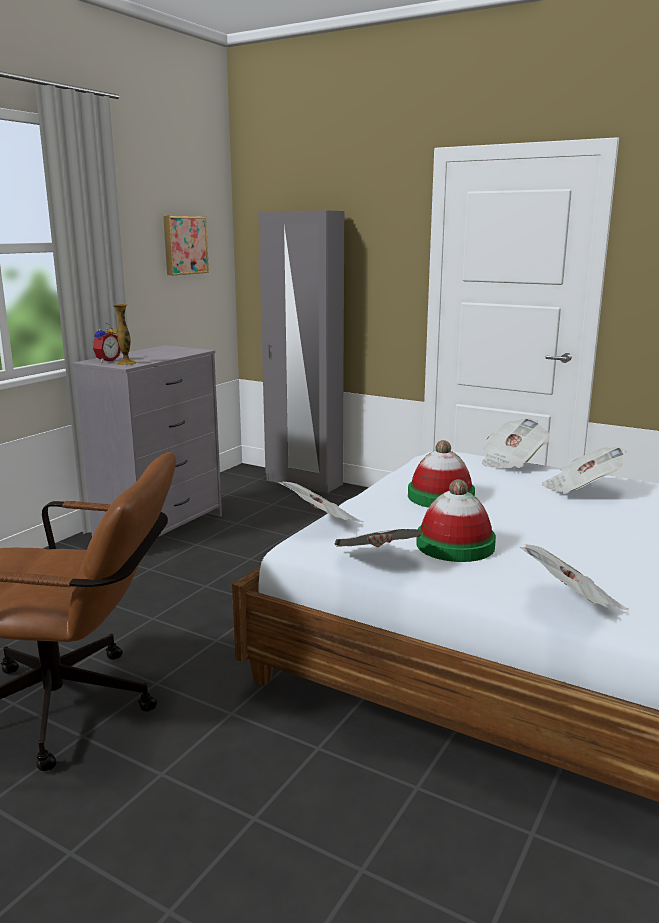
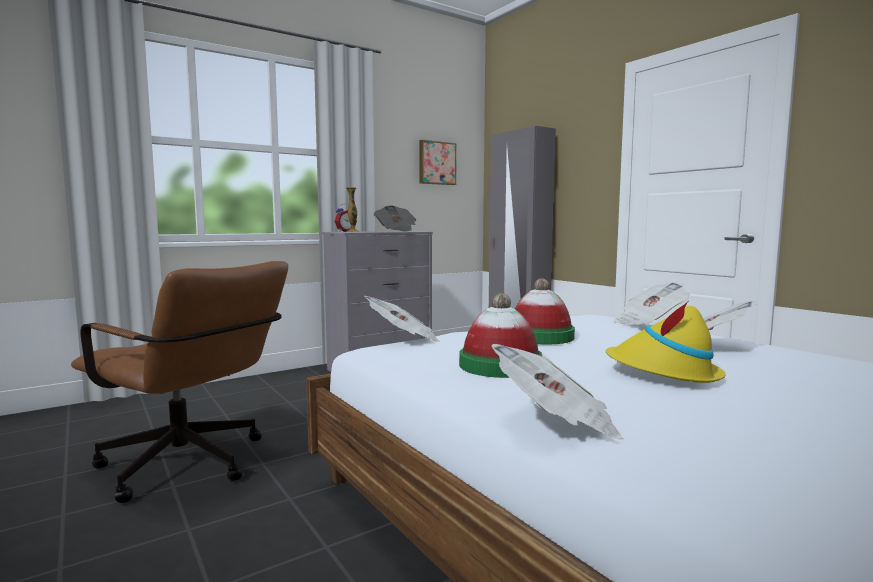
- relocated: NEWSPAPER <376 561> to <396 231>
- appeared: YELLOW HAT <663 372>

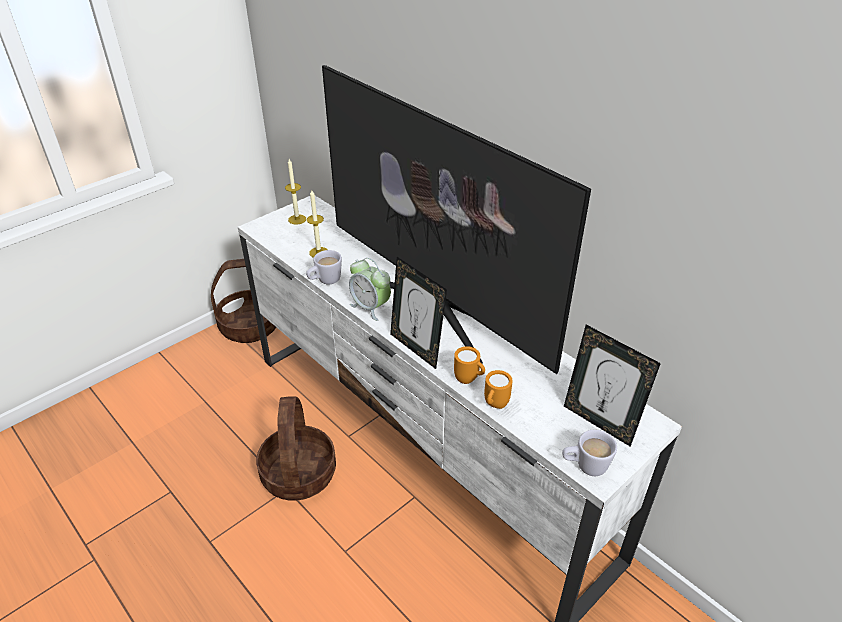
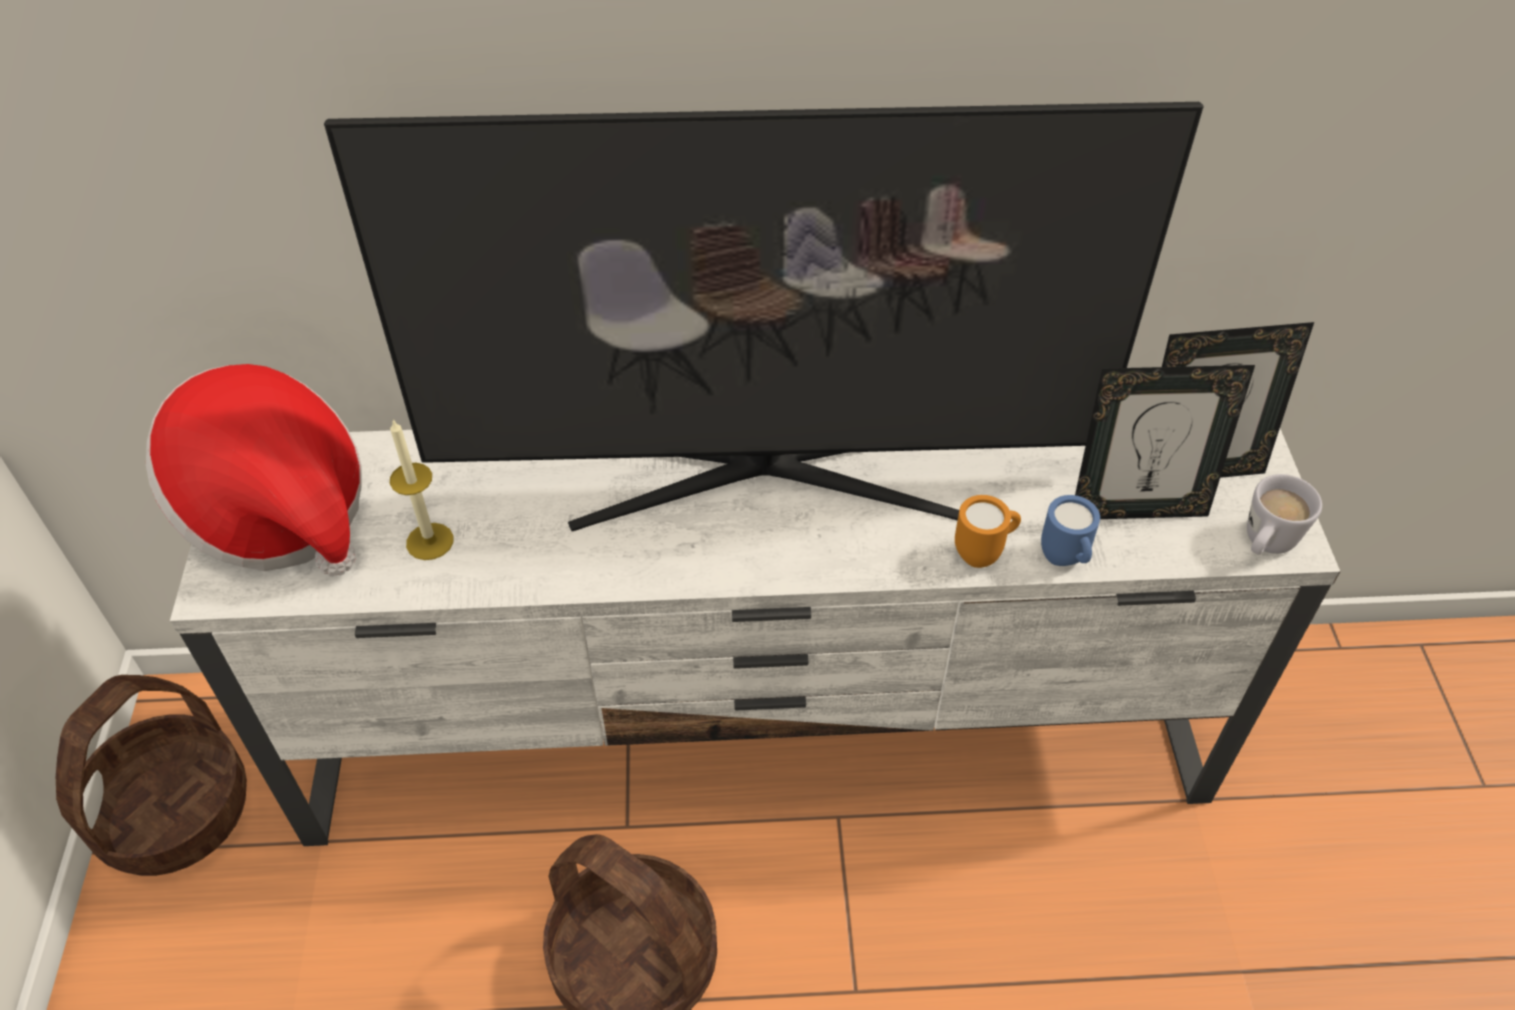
- exchanged: CANDLE <297 219> to HAT <277 510>
- colour: ORANGE MUG <494 405> to BLUE MUG <1065 560>
- relocated: PICTURE FRAME <416 348> to <1136 509>
- missing: WHITE MUG <325 281>
- missing: ALARM CLOCK <370 307>

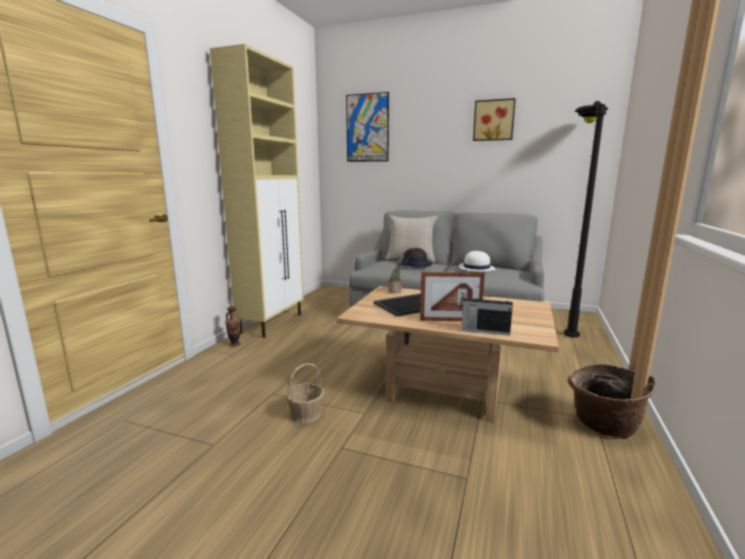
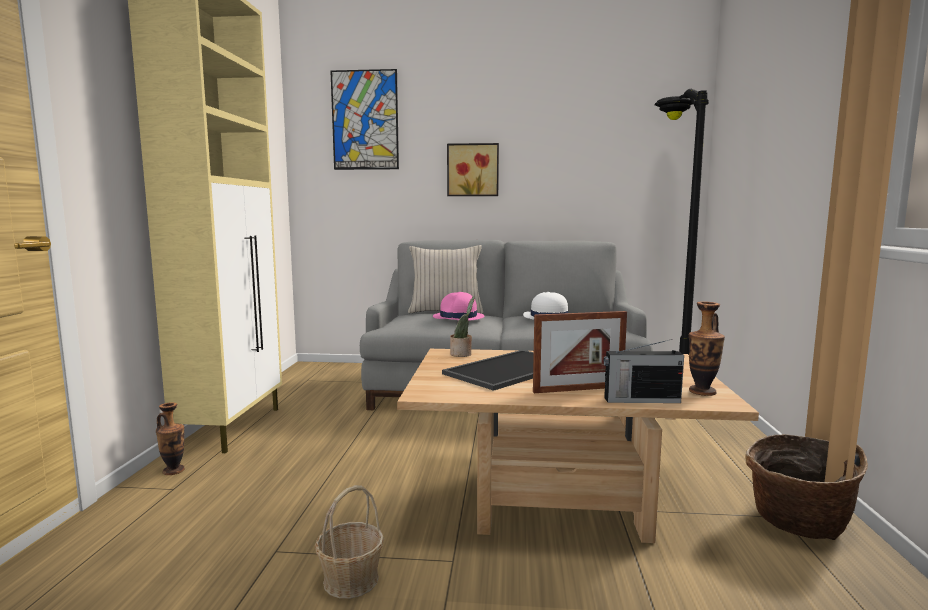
- colour: BLACK HAT <414 265> to PINK HAT <458 317>
- relocated: PICTURE <493 120> to <473 170>
- appeared: VASE <702 392>

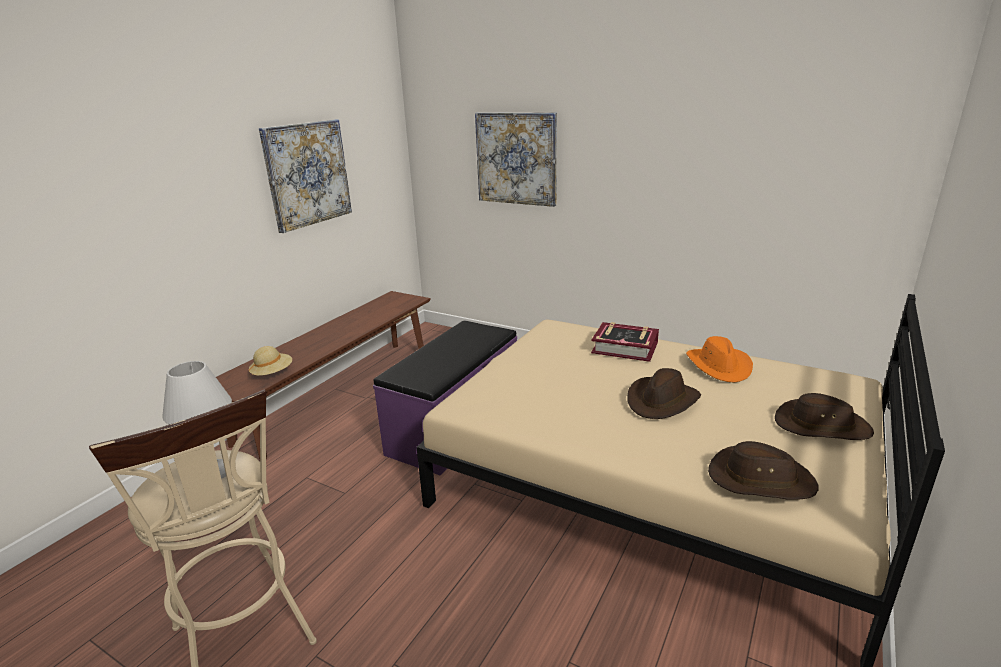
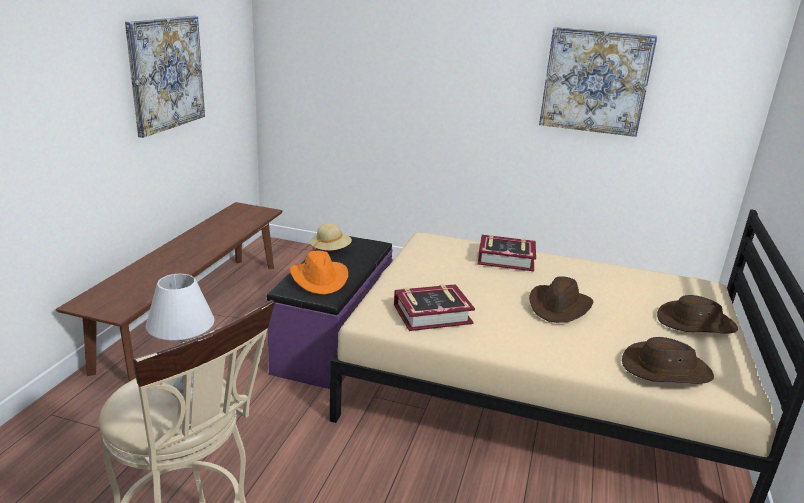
- relocated: ORANGE HAT <719 366> to <319 279>
- relocated: BEIGE HAT <272 373> to <330 250>
- appeared: BOOK <432 314>
- relocated: PICTURE <516 158> to <595 81>

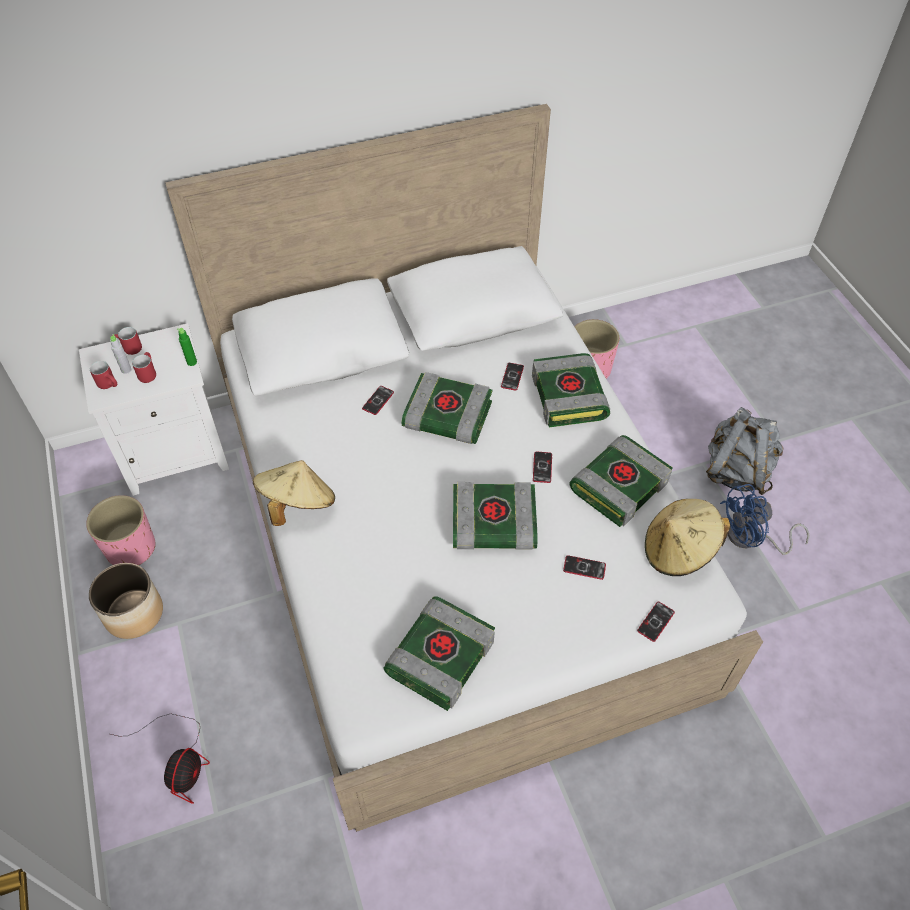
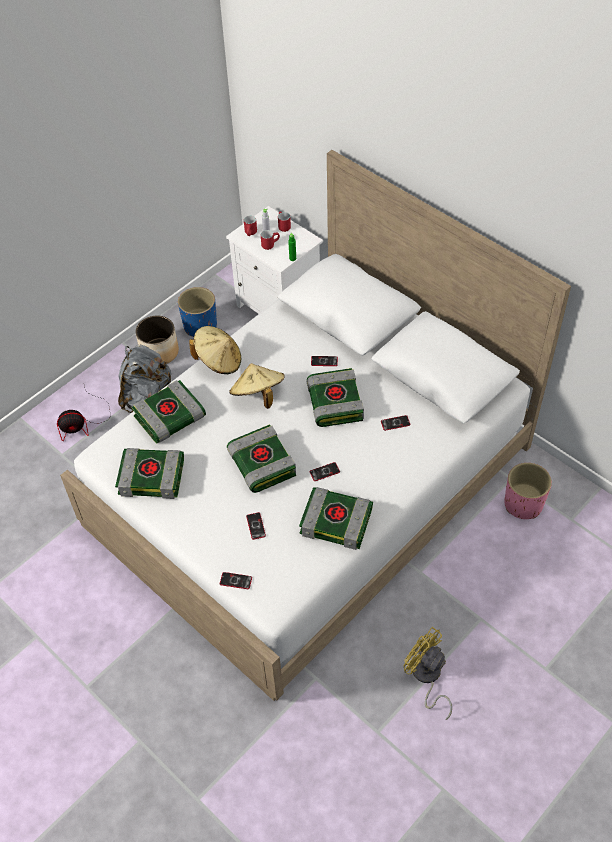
- relocated: GREY BACKPACK <736 471> to <146 396>
- relocated: BOOK <570 397> to <169 418>
- colour: PINK PLANTER <131 548> to BLUE PLANTER <200 326>
- relocated: BEIGE HAT <678 551> to <258 396>
- colour: BLUE FAN <751 538> to YELLOW FAN <426 677>

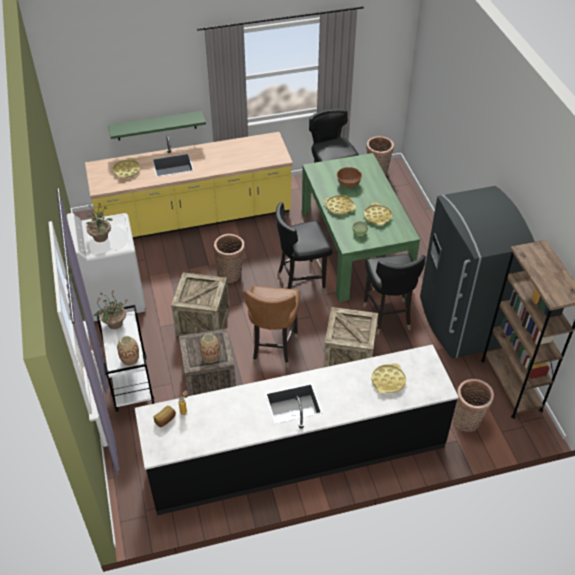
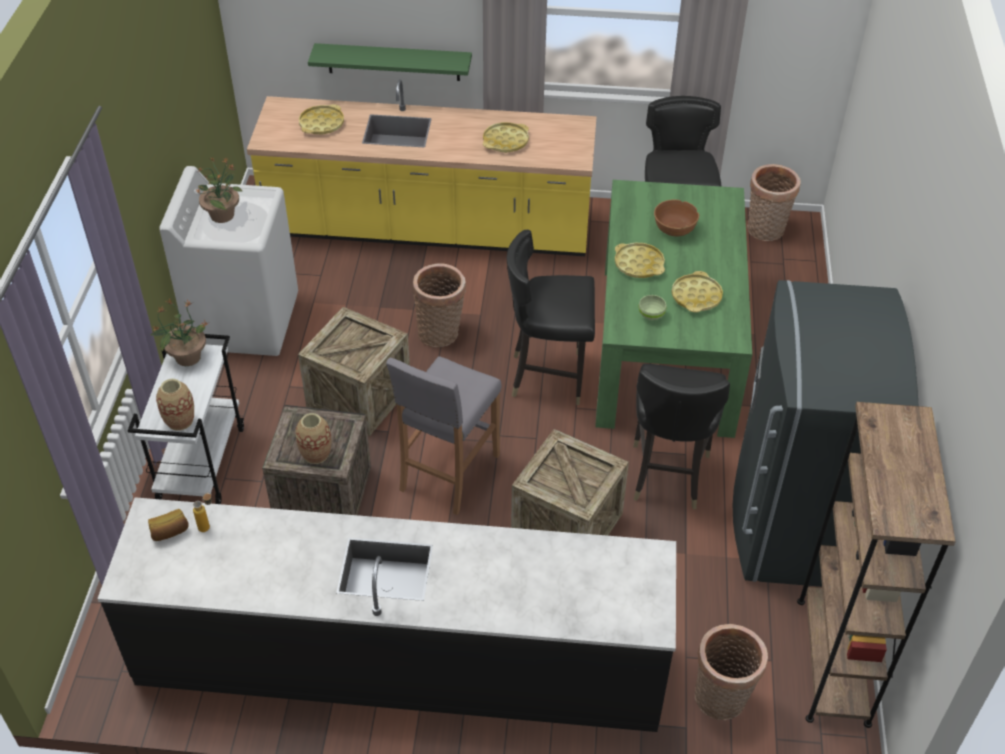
- exchanged: BROWN CHAIR <273 348> to GREY STOOL <448 473>
- relocated: YELLOW TRAY <388 381> to <505 141>

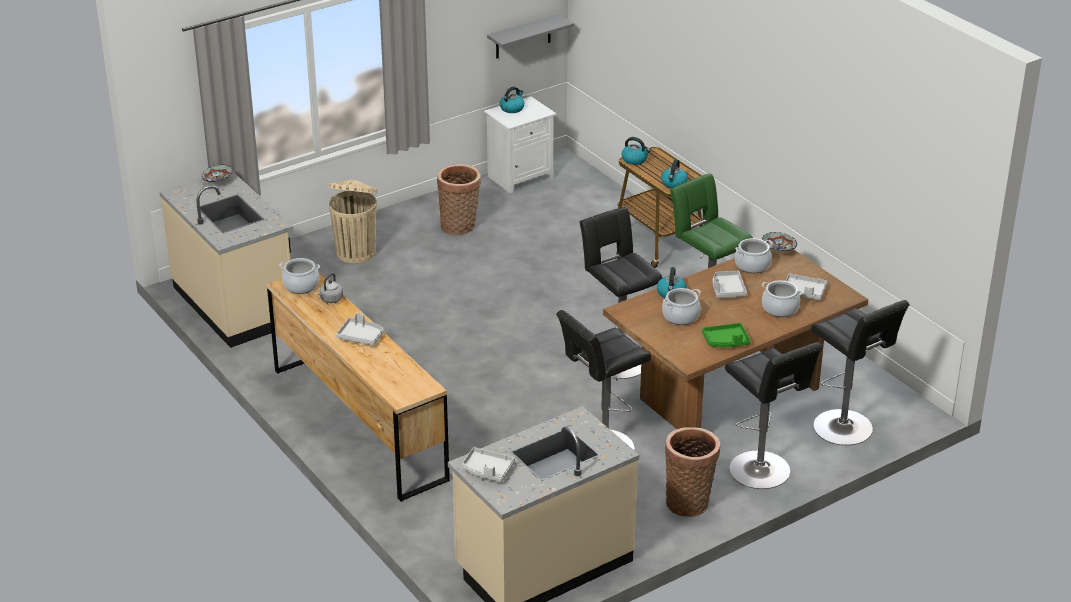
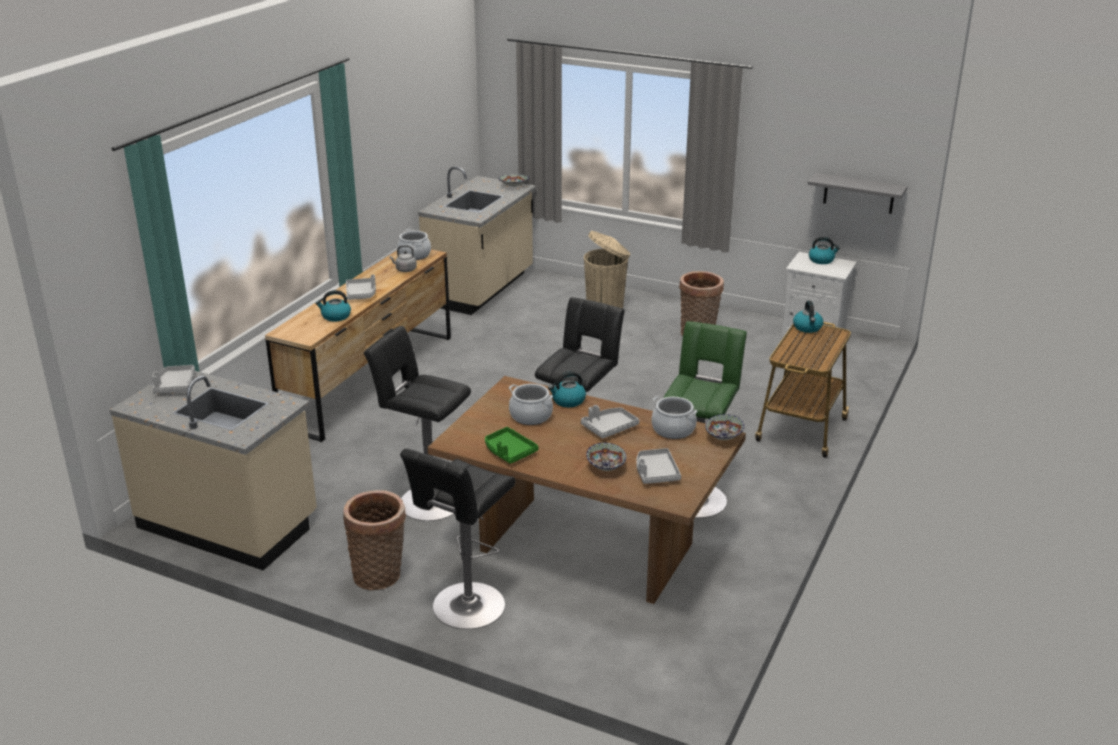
- relocated: KETTLE <674 183> to <335 316>
- exchanged: COOKING POT <780 309> to BOWL <605 467>
- missing: BLACK STOOL <846 429>

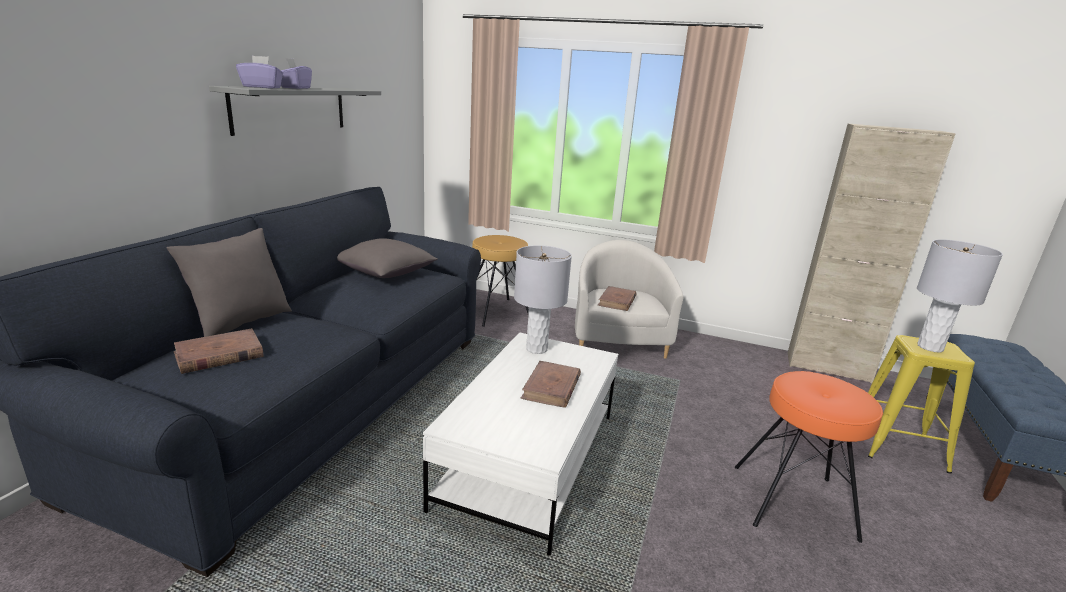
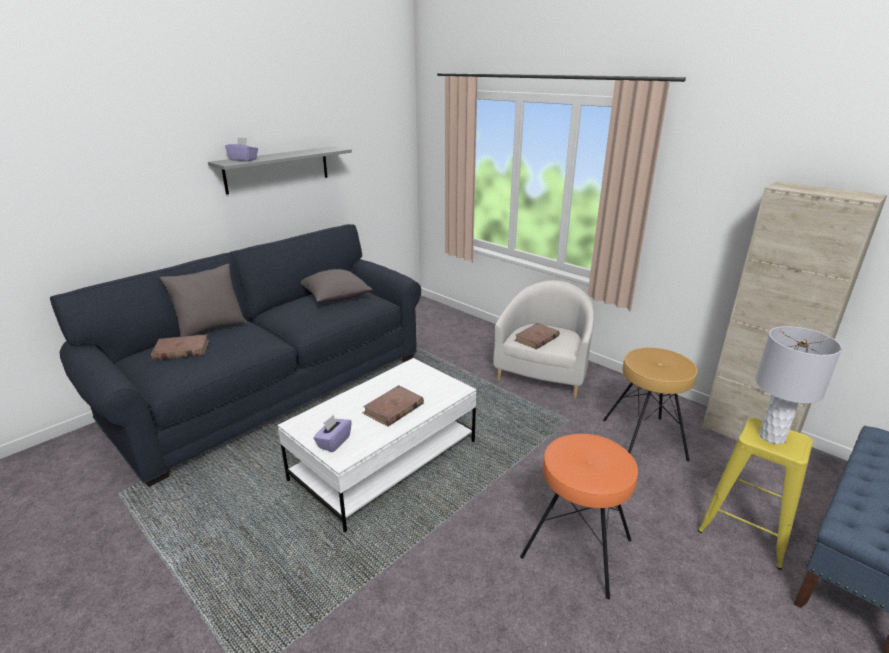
- relocated: PURPLE TISSUE BOX <295 88> to <333 442>
- relocated: BROWN STOOL <497 312> to <644 439>
- missing: GREY TABLE LAMP <537 349>

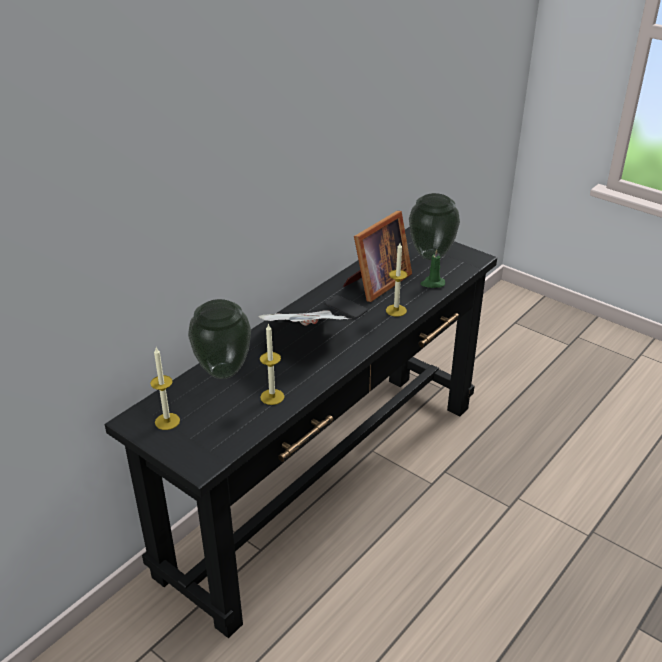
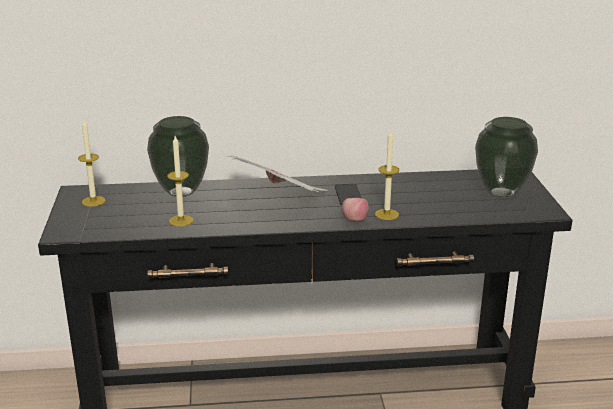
- appeared: APPLE <354 220>
- missing: PICTURE FRAME <376 284>
- missing: GREEN CANDLE <432 283>

